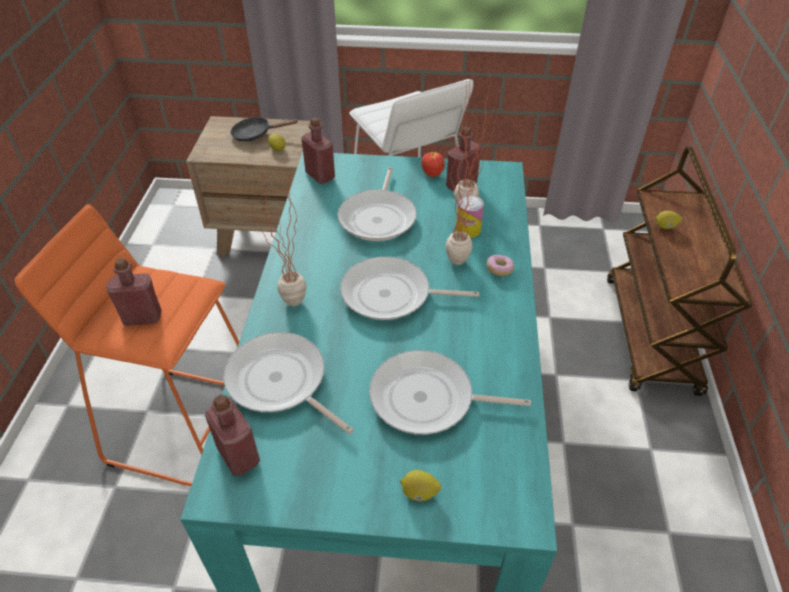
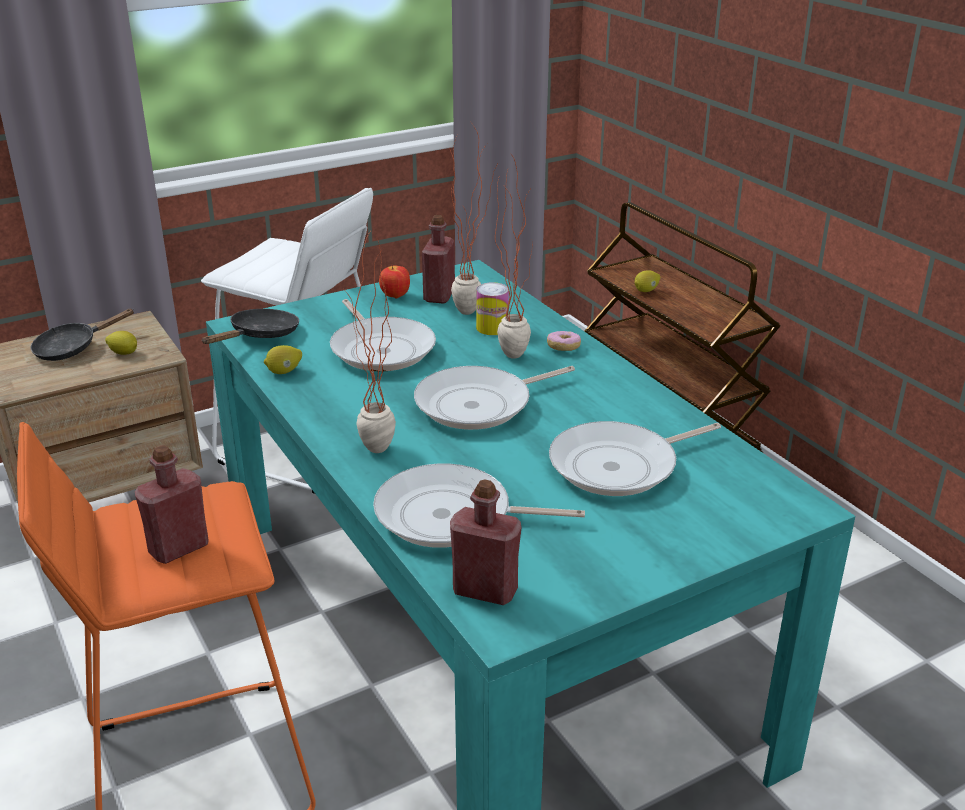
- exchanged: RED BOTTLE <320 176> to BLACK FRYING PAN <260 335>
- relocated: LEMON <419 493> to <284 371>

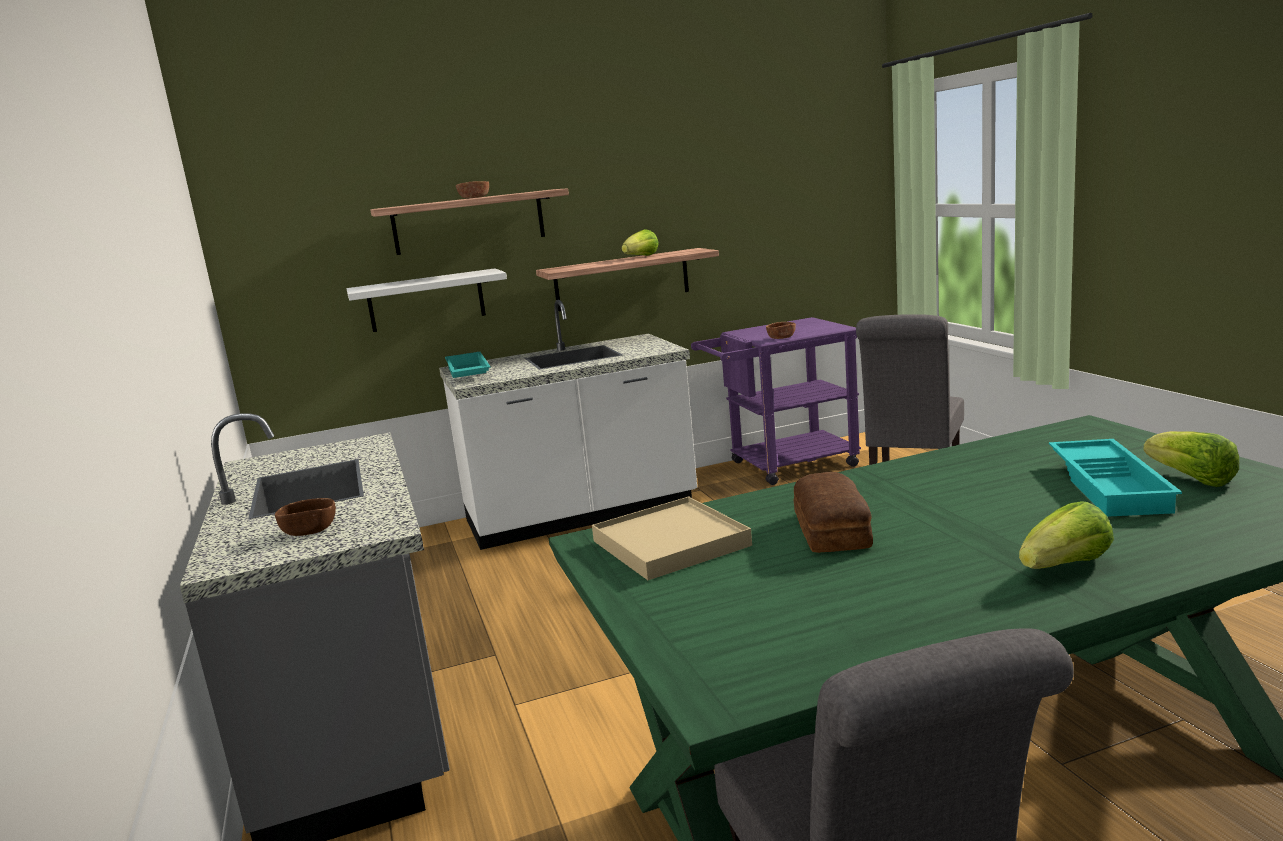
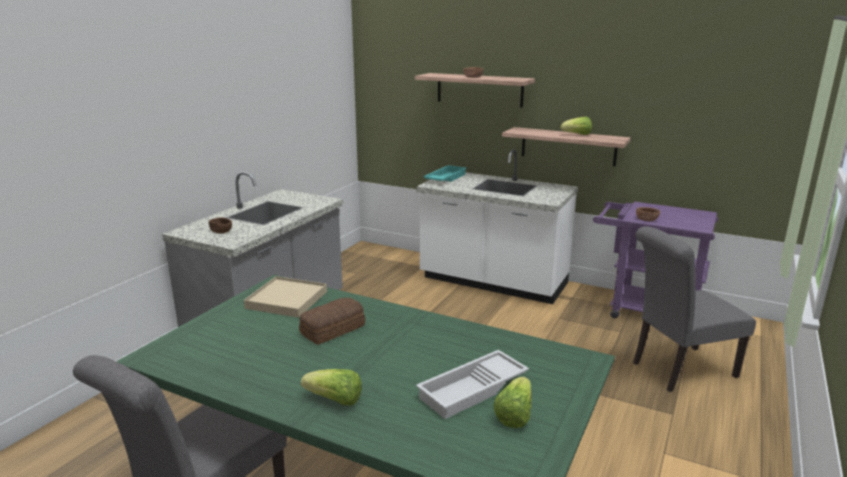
- colour: TURQUOISE TRAY <1111 486> to WHITE TRAY <473 390>
- missing: WHITE SHELF <426 300>

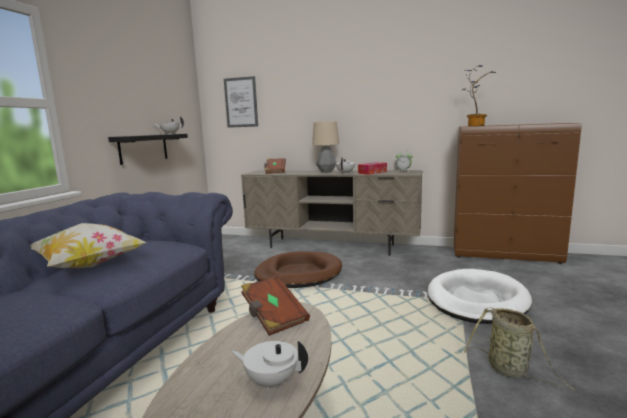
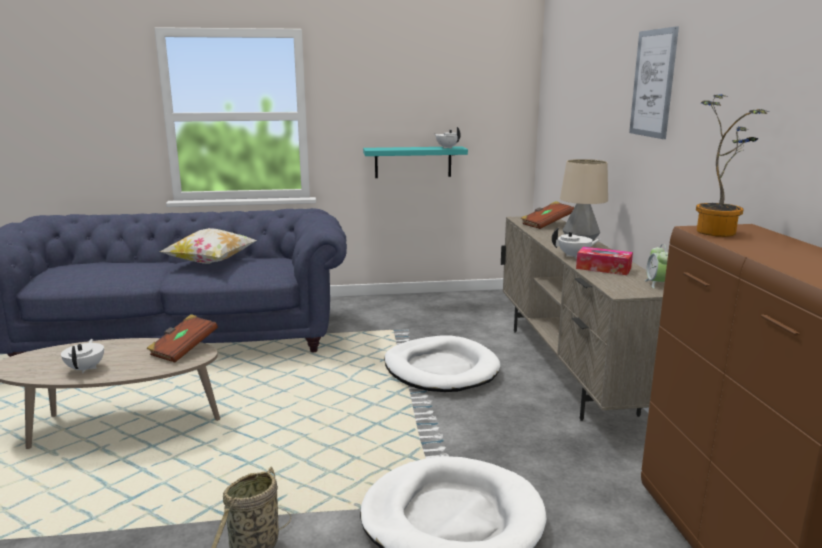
- colour: BLACK SHELF <143 148> to TURQUOISE SHELF <413 162>
- colour: BROWN DOG BED <298 274> to WHITE DOG BED <441 369>
- relocated: PICTURE <241 102> to <653 83>

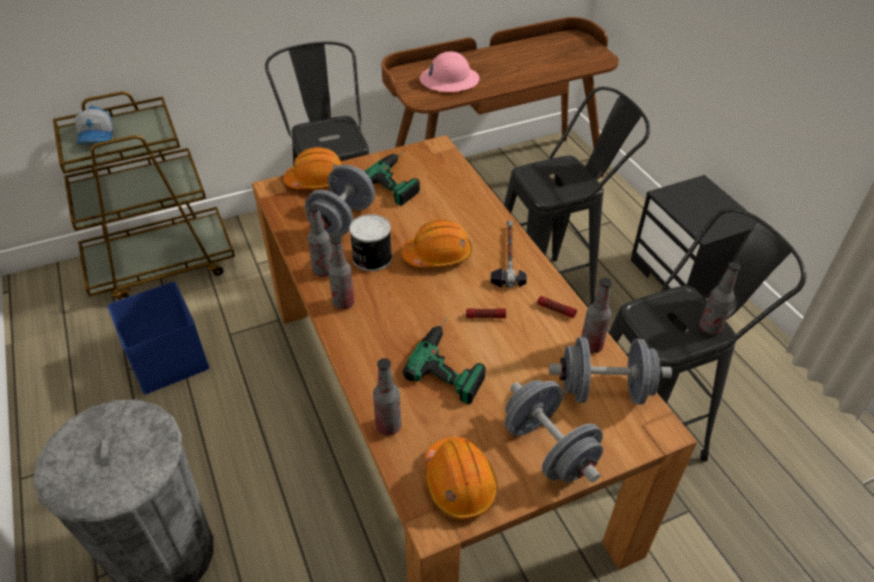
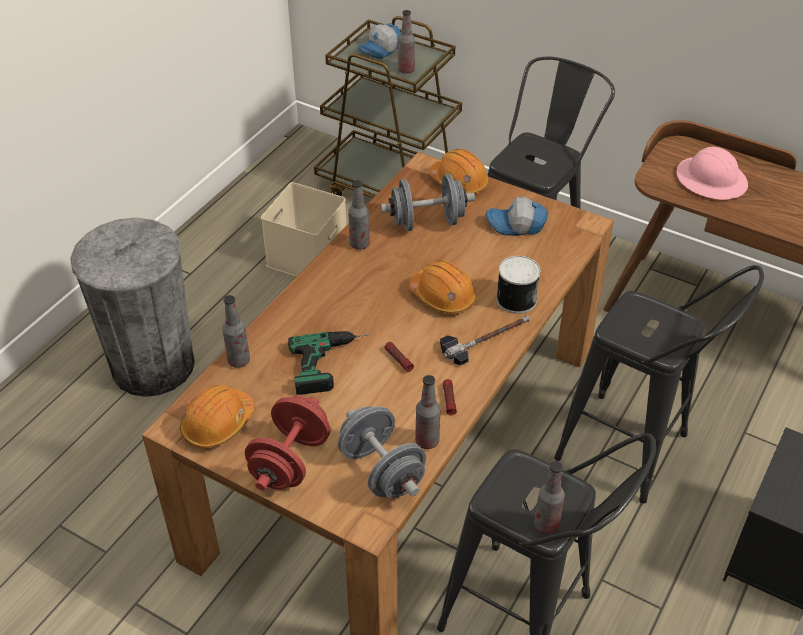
- colour: GREY DUMBBELL <549 449> to RED DUMBBELL <290 461>
- colour: BLUE STORAGE BOX <166 358> to BEIGE STORAGE BOX <306 255>
- relocated: BOTTLE <343 303> to <406 70>
- exchanged: POWER DRILL <400 179> to CAP <516 225>
- relocated: CAN <371 258> to <515 299>

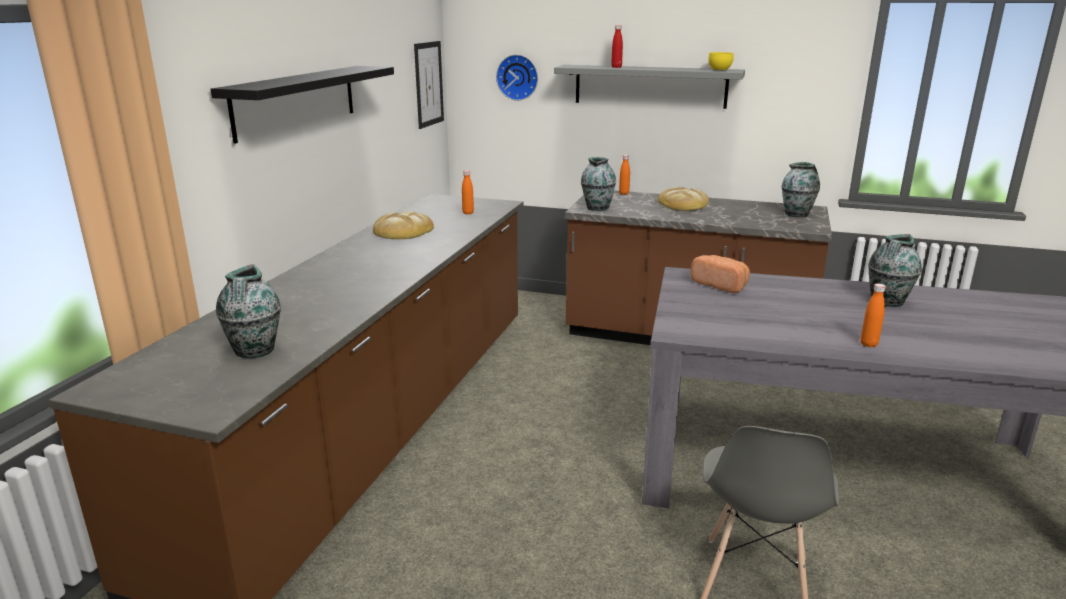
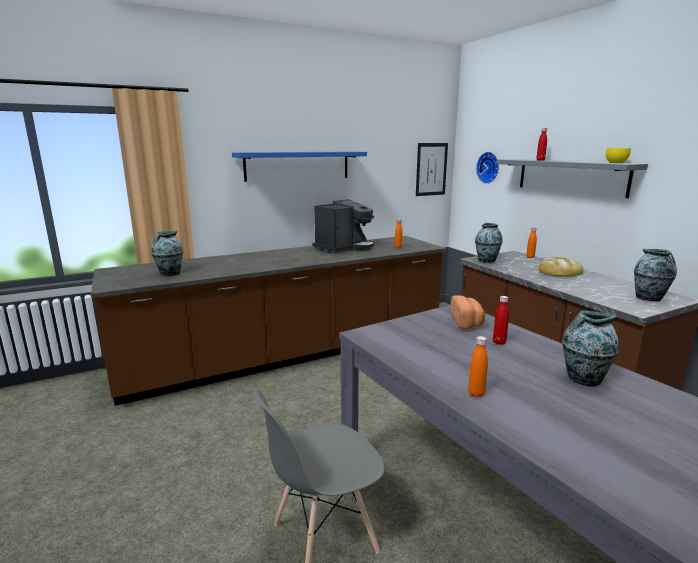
- colour: BLACK SHELF <296 101> to BLUE SHELF <297 165>
- exchanged: BREAD <403 231> to COFFEE MACHINE <344 247>
- appeared: RED BOTTLE <499 342>

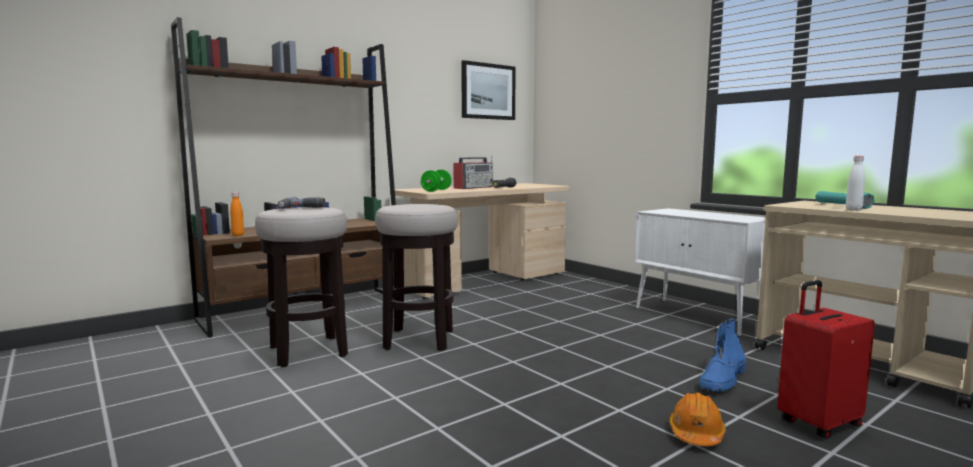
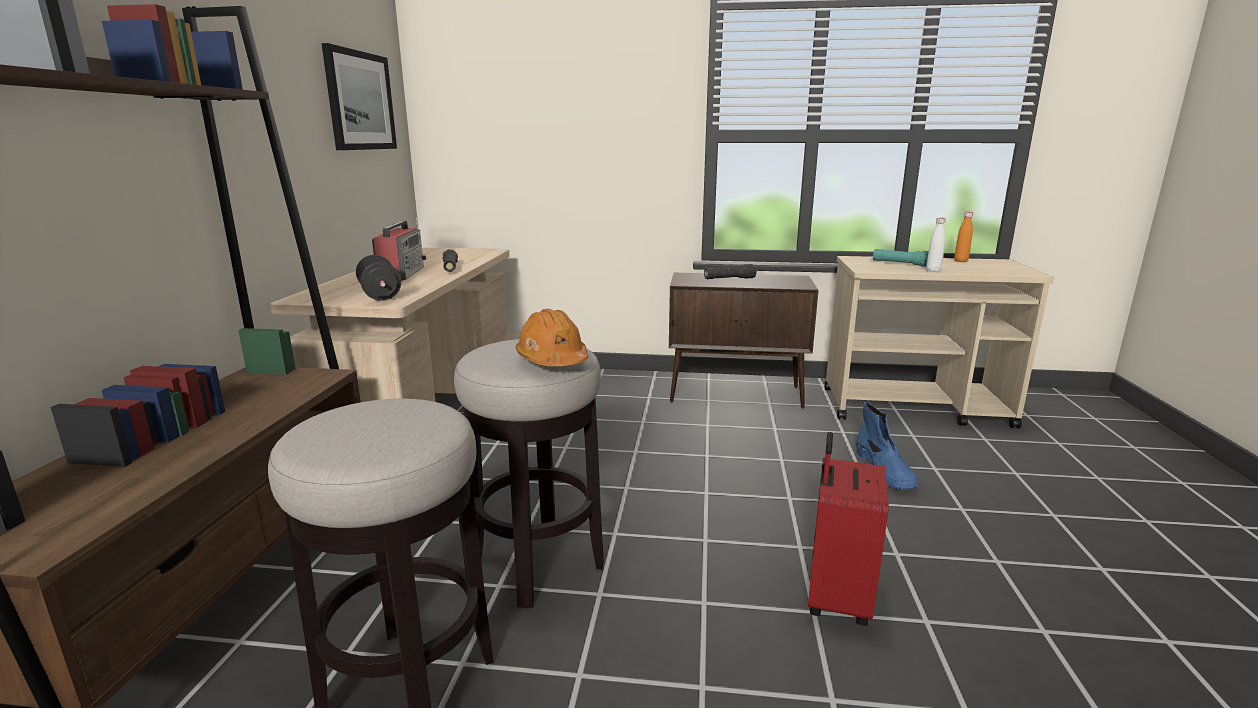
- colour: GREEN DUMBBELL <436 190> to BLACK DUMBBELL <380 295>
- relocated: ORANGE HARD HAT <696 434> to <552 360>
- colour: WHITE CABINET <699 317> to BROWN CABINET <736 394>
- appeared: BLACK FLASHLIGHT <729 279>
- relocated: RED SUITCASE <818 423> to <835 598>
- relocated: ORANGE BOTTLE <238 235> to <960 261>
- missing: POWER DRILL <302 208>

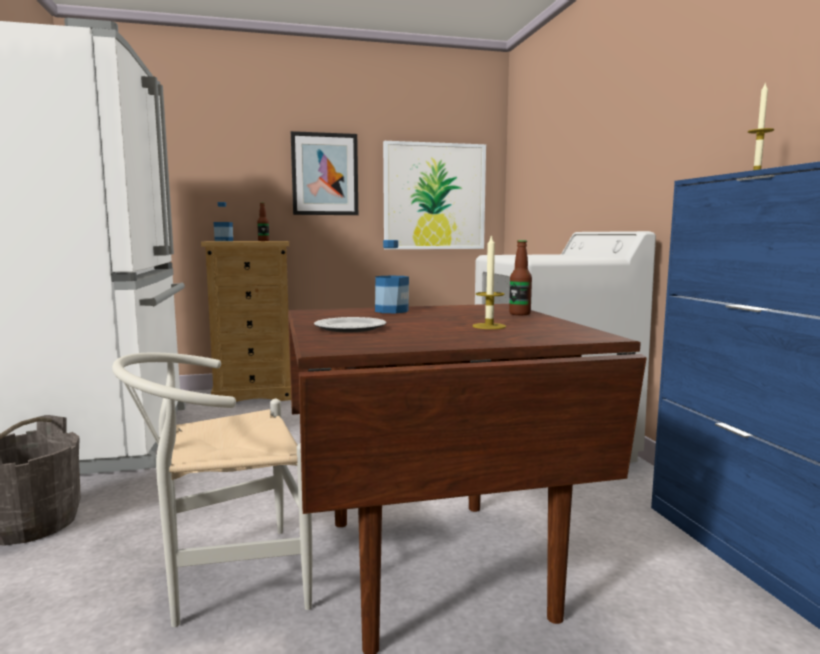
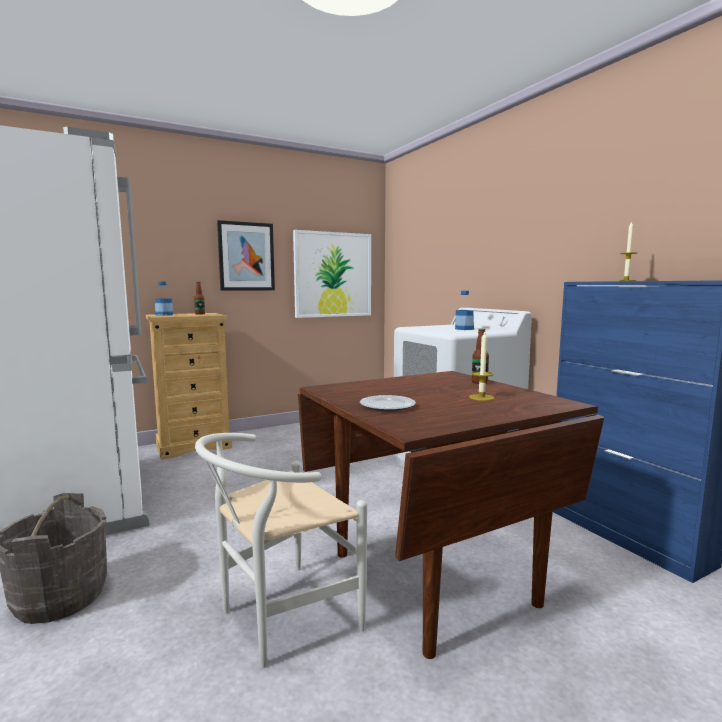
- relocated: BOTTLE <391 311> to <464 329>

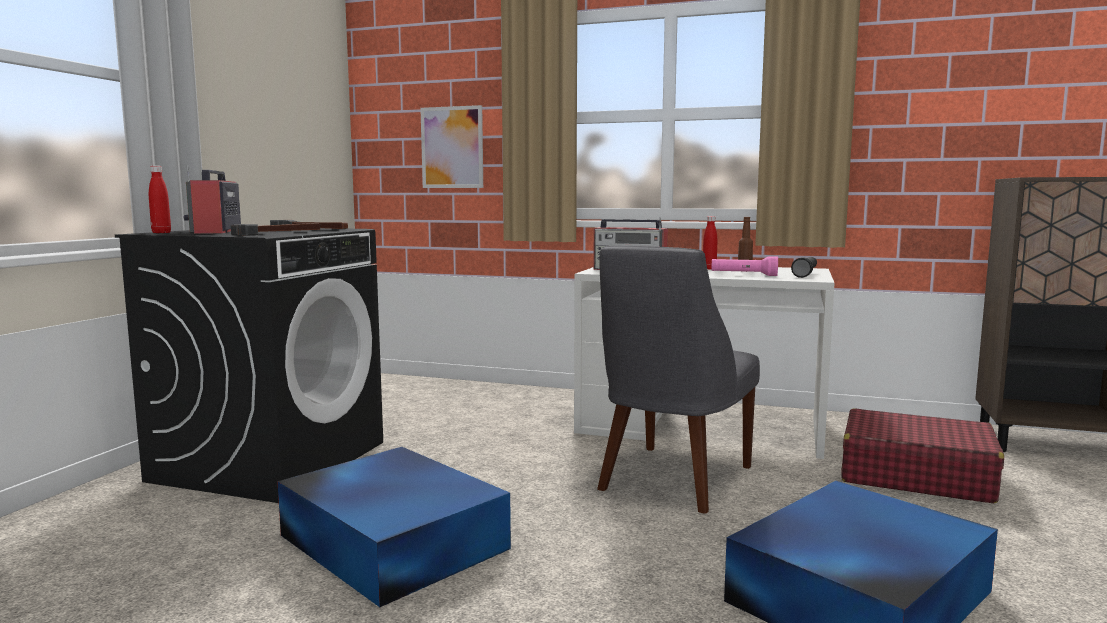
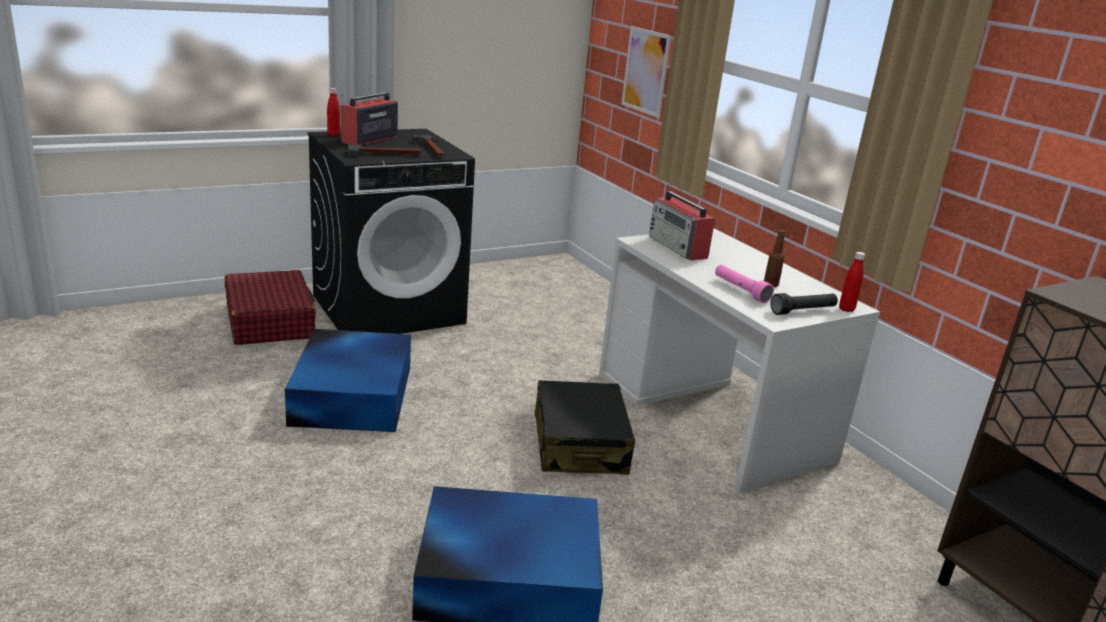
- relocated: RED SUITCASE <914 475> to <270 322>
- exchanged: GREY CHAIR <671 480> to BLACK SUITCASE <580 444>
- relocated: RED BOTTLE <709 269> to <846 309>

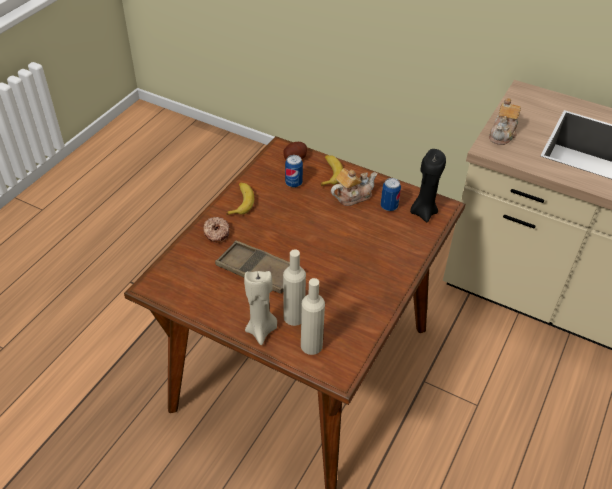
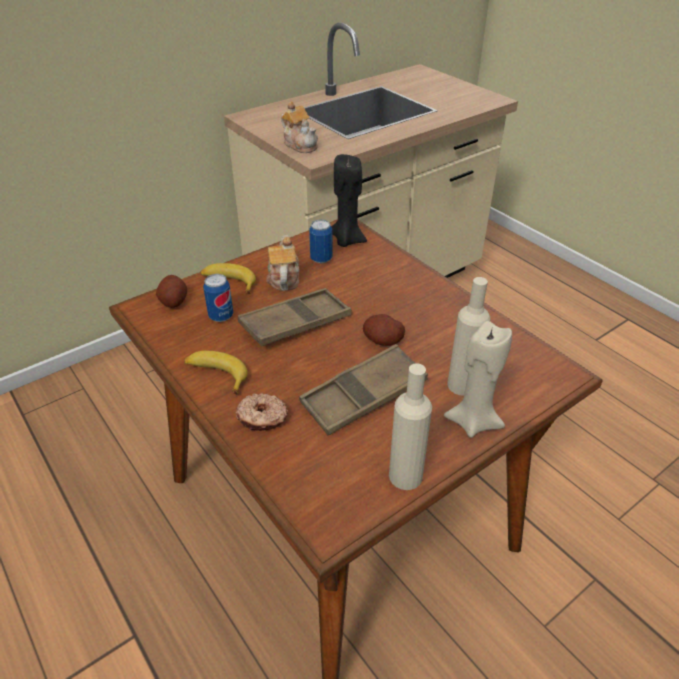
- appeared: BROWN TRAY <296 323>
- appeared: POTATO <383 340>
- relocated: BEIGE BOTTLE <311 345> to <405 476>

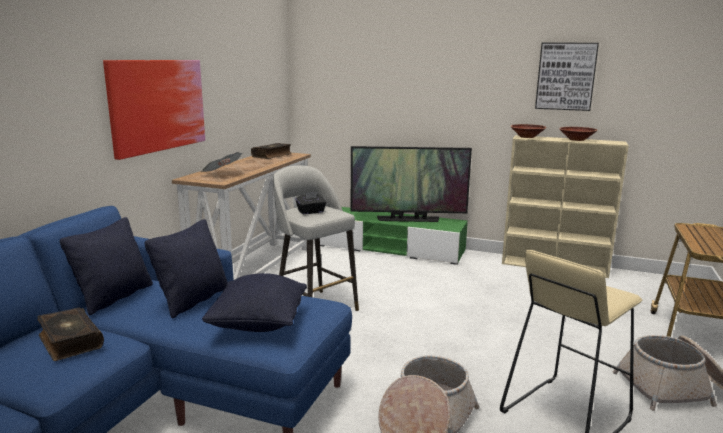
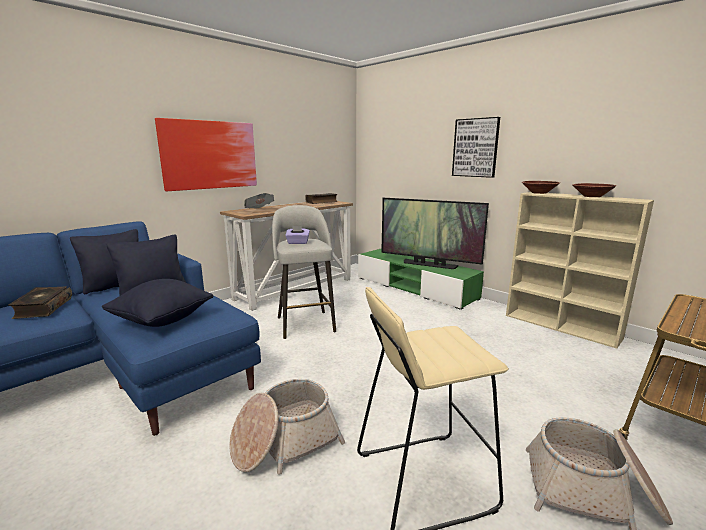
- colour: BLACK TISSUE BOX <311 212> to PURPLE TISSUE BOX <298 243>
- relocated: PICTURE <565 76> to <475 148>

